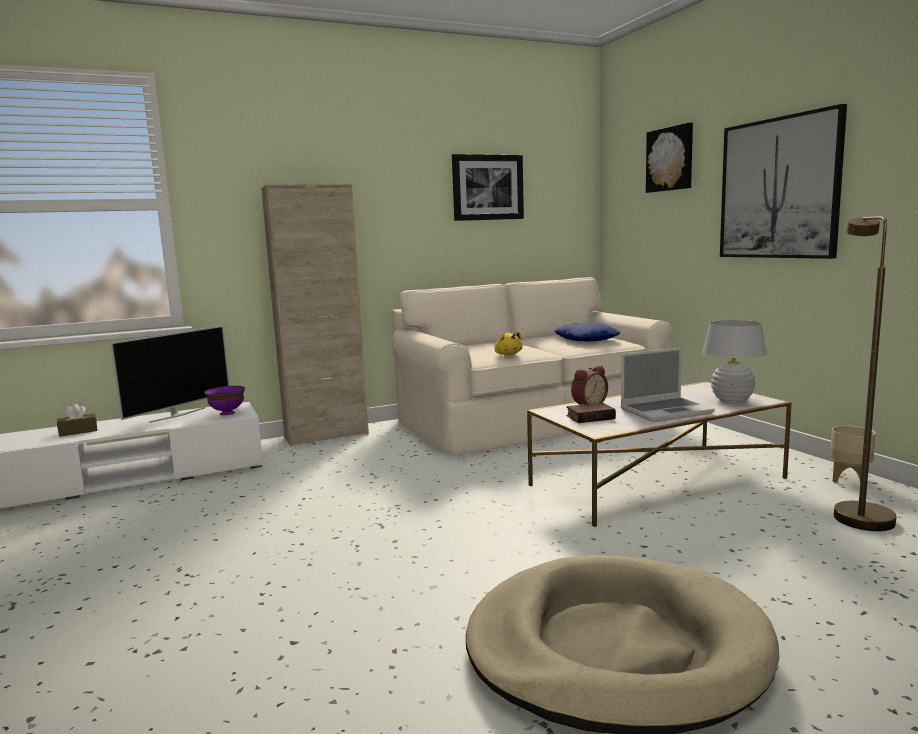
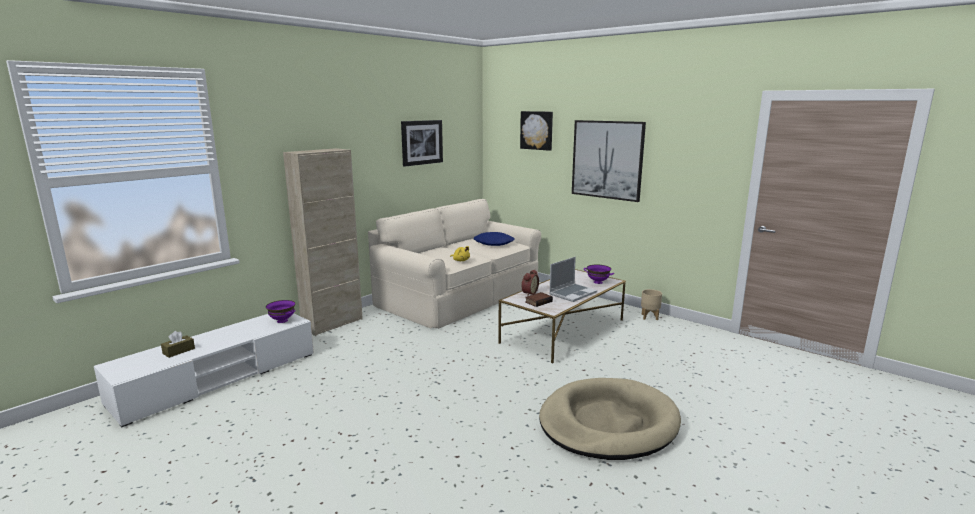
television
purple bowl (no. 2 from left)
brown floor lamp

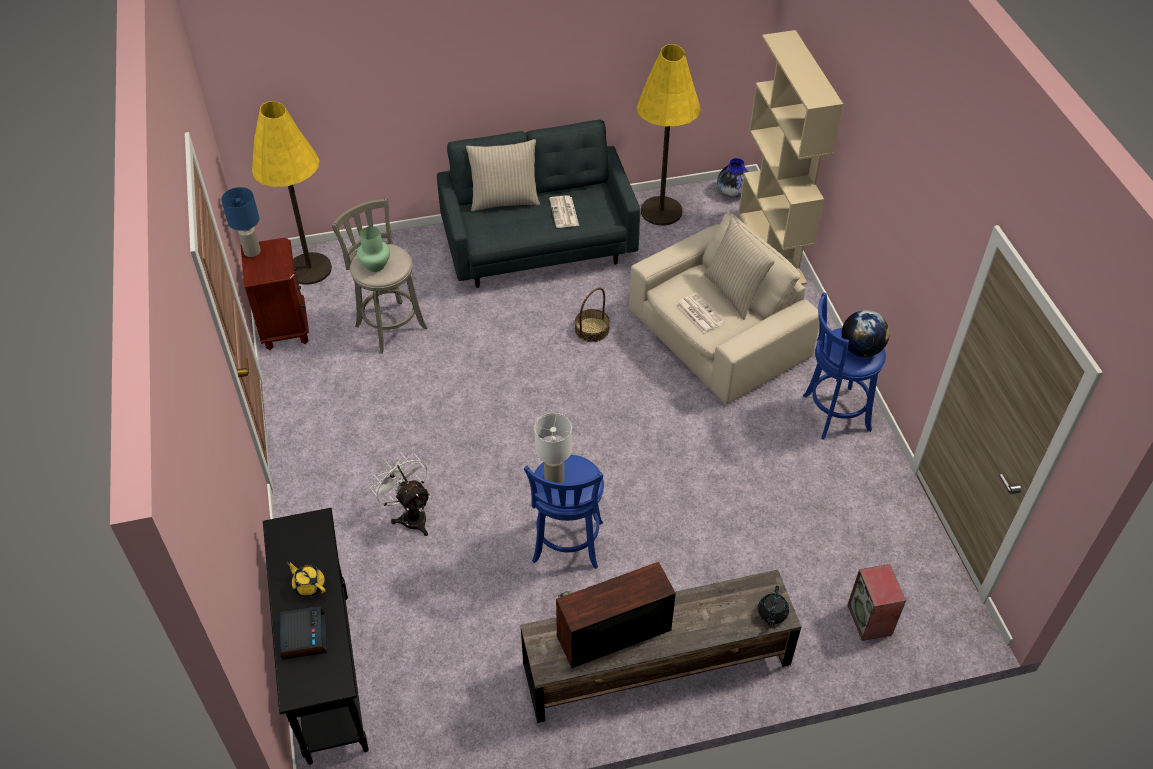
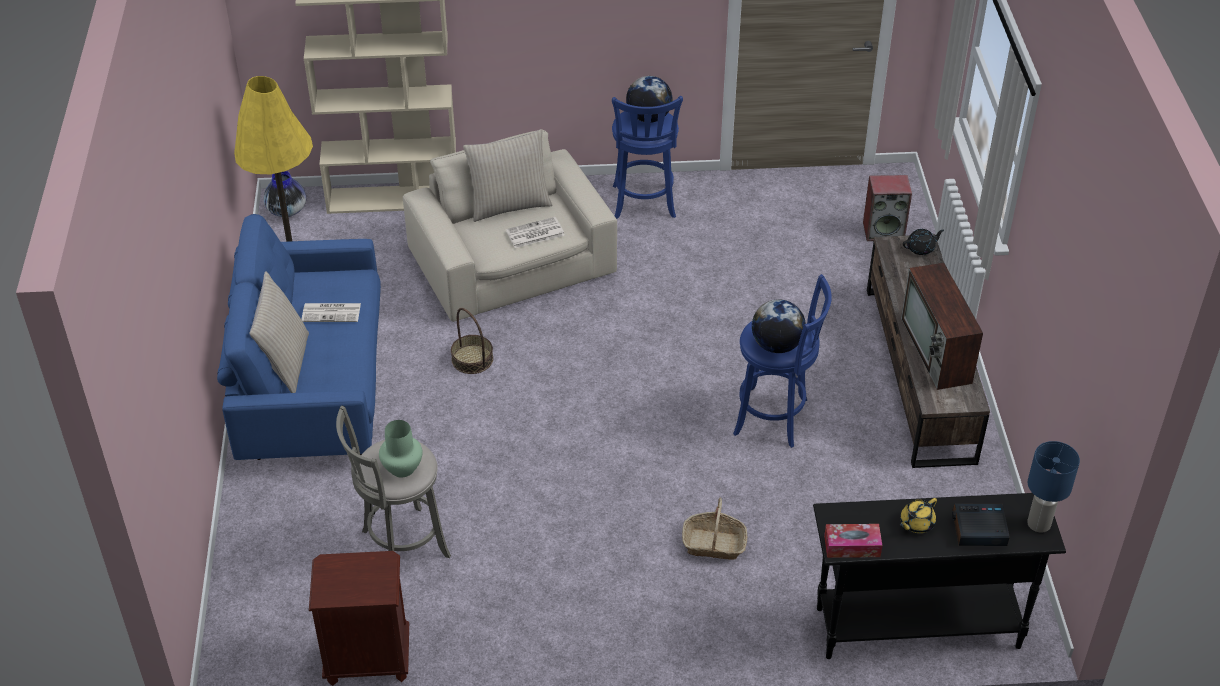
blue table lamp
yellow floor lamp (no. 1 from left in the first image)
basket (no. 2 from left)
blue sofa
globe (no. 2 from left)
black teapot
tissue box

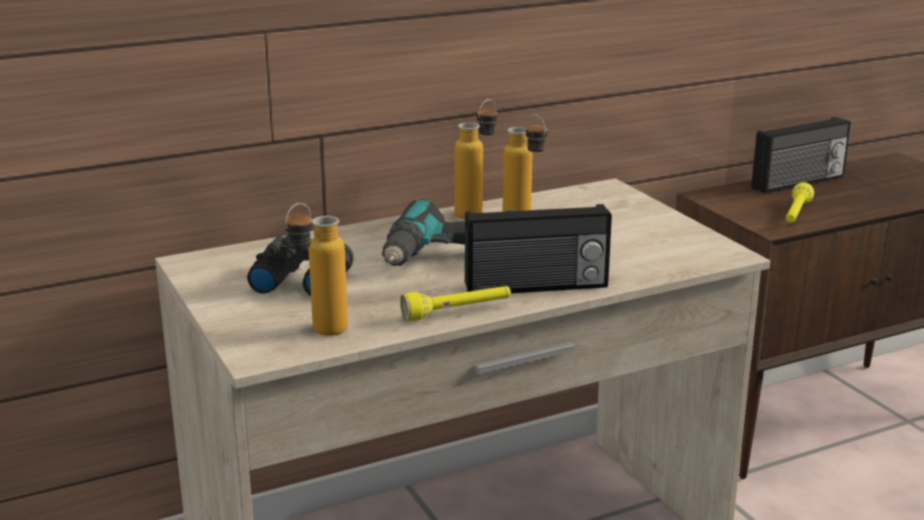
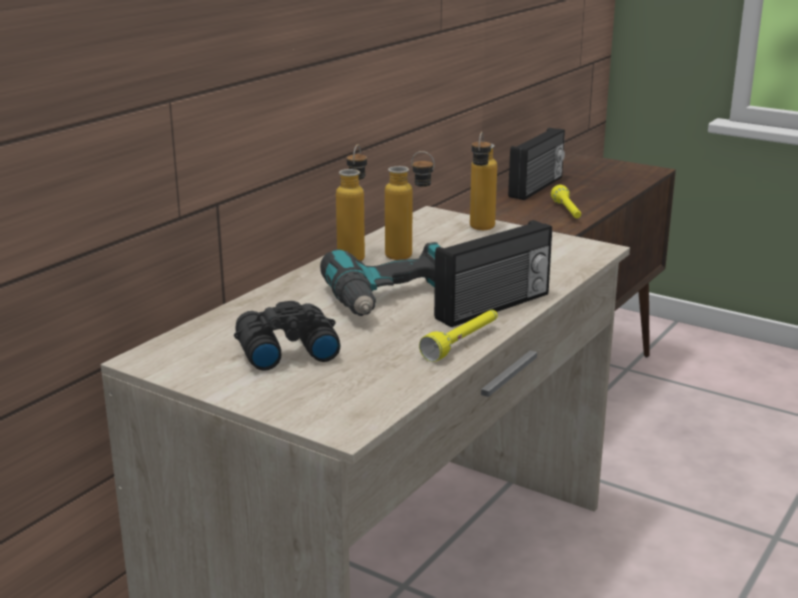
bottle (no. 3 from left)

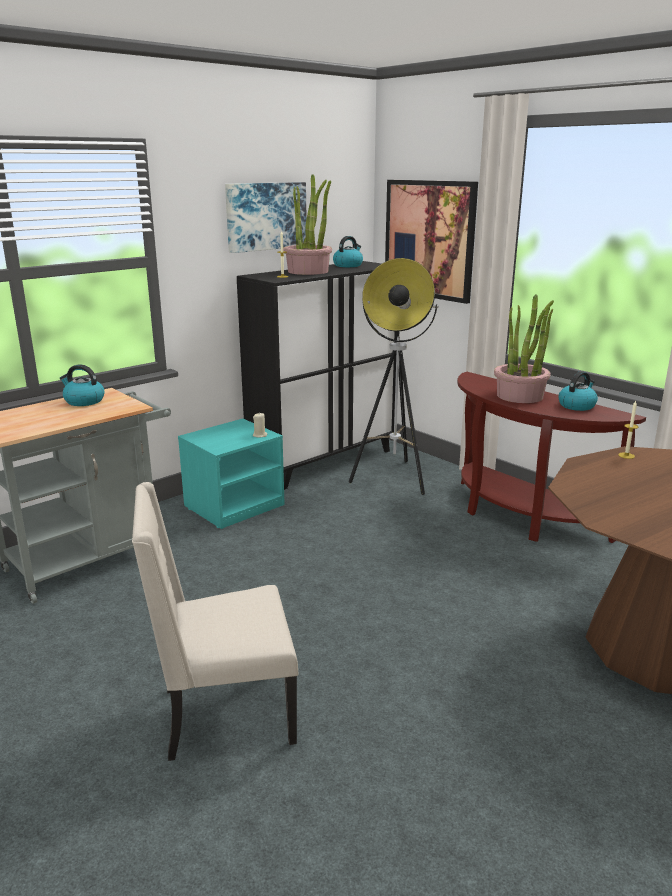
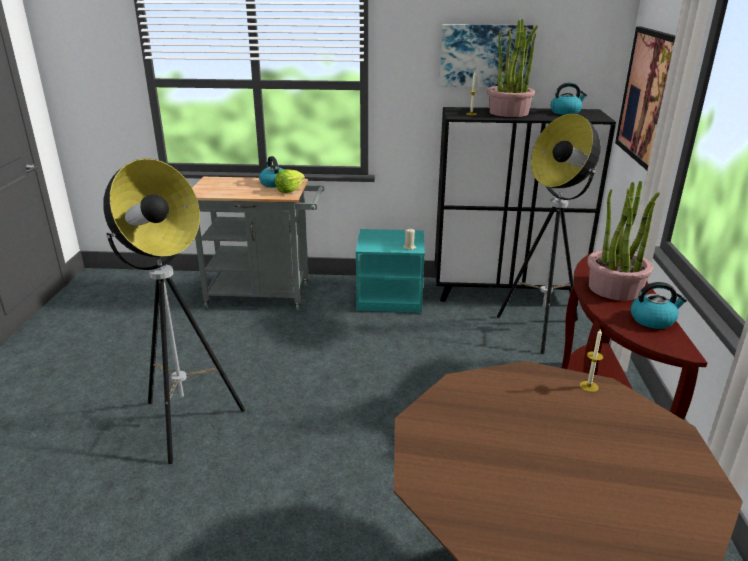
floor lamp (no. 1 from left)
lettuce

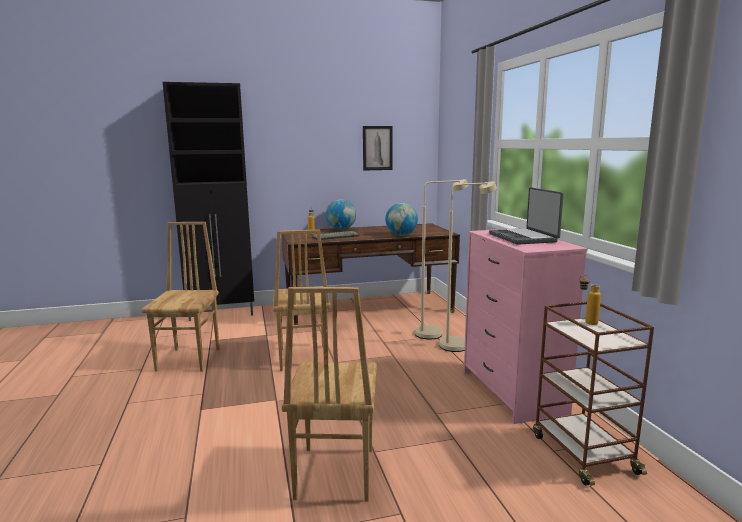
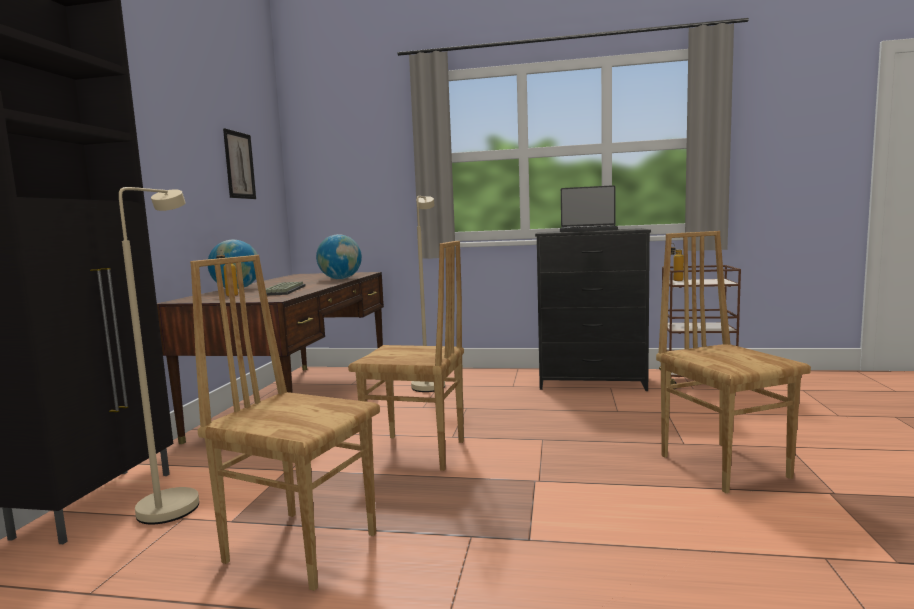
brown chair (no. 3 from left)
beige floor lamp (no. 1 from left)
black dresser

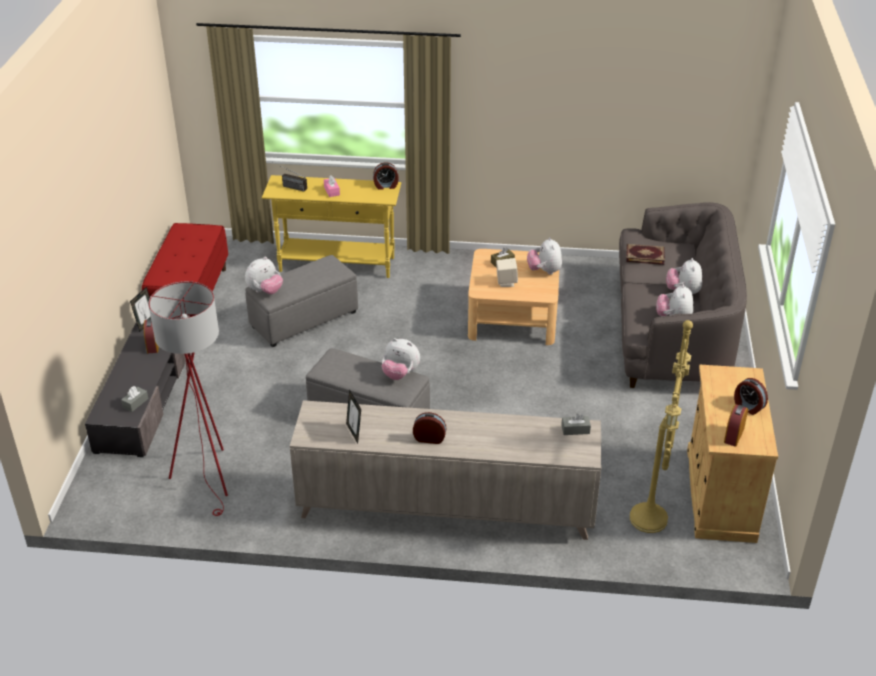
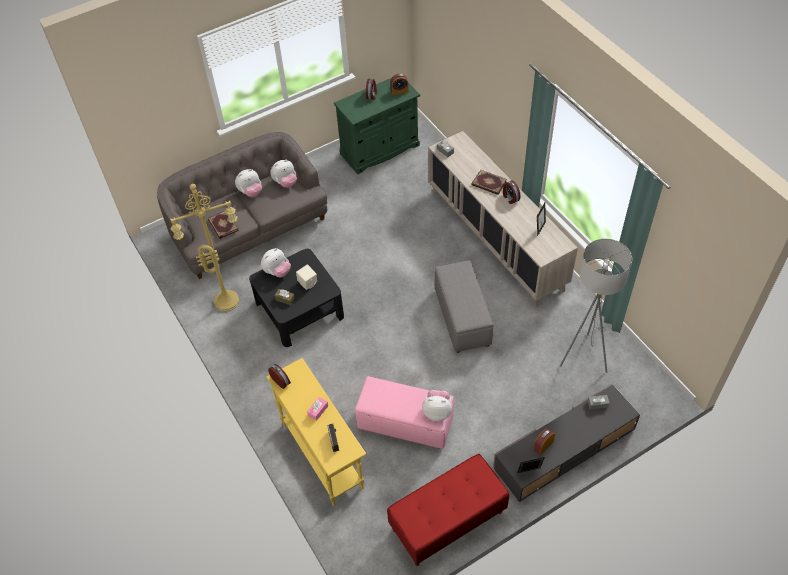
grey floor lamp
pink ottoman
plush toy (no. 2 from left in the first image)
black coffee table
yellow floor lamp
green cabinet
book (no. 2 from left)

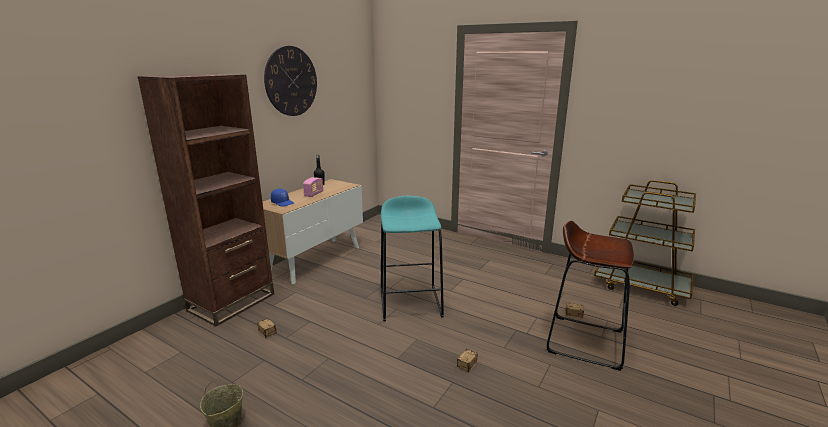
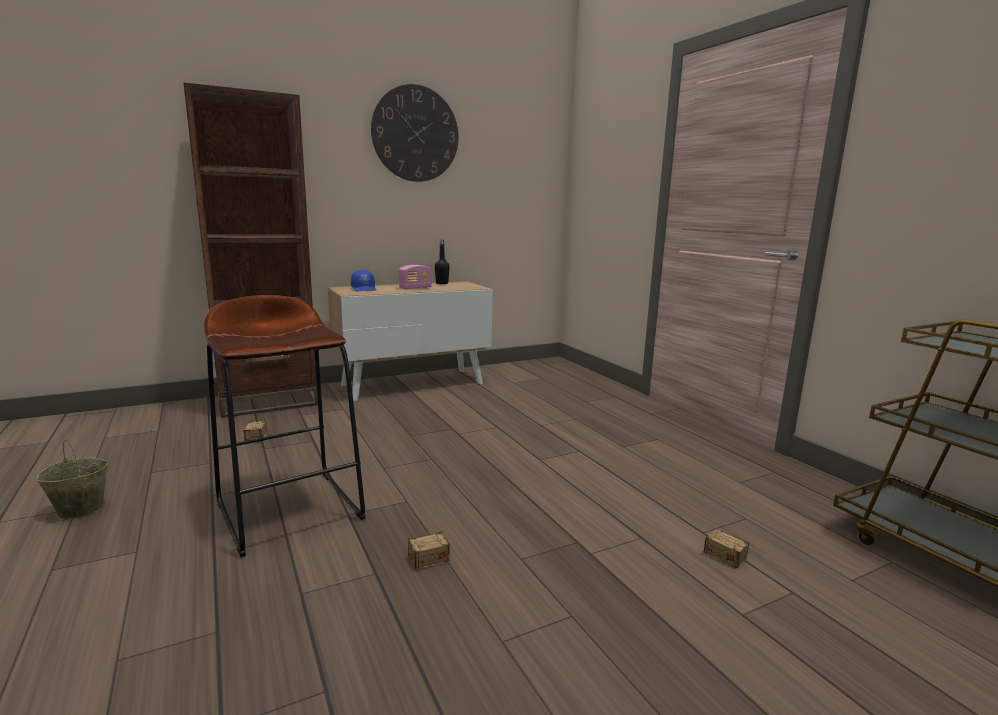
turquoise stool
brown stool

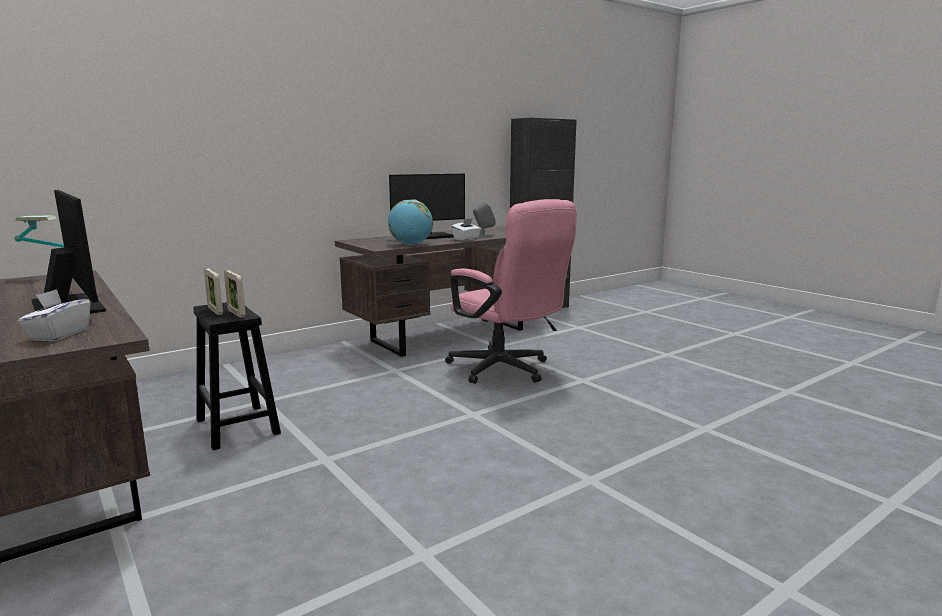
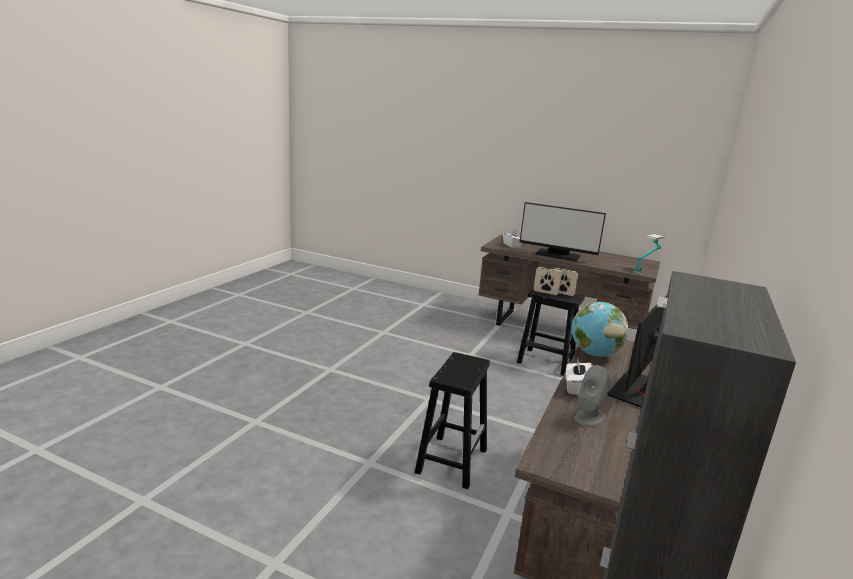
black stool (no. 1 from left)

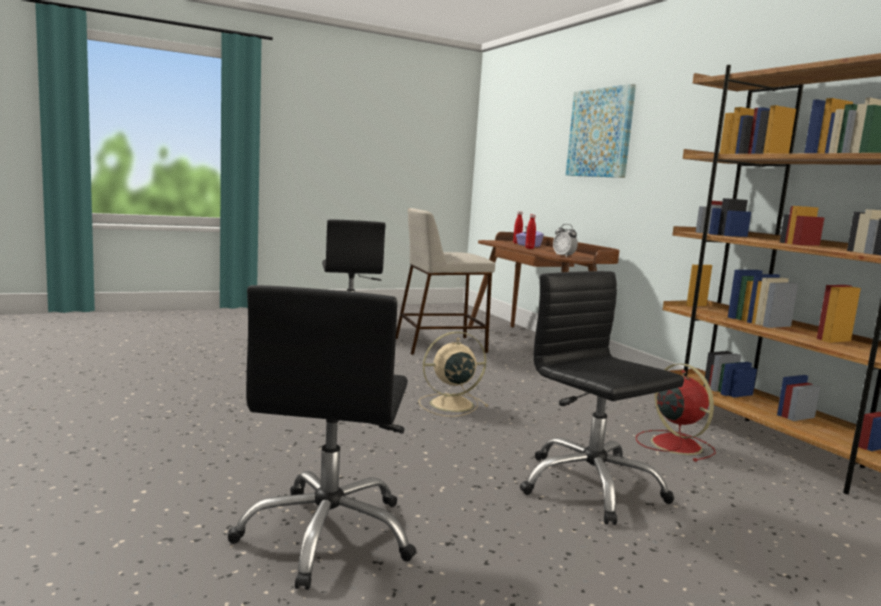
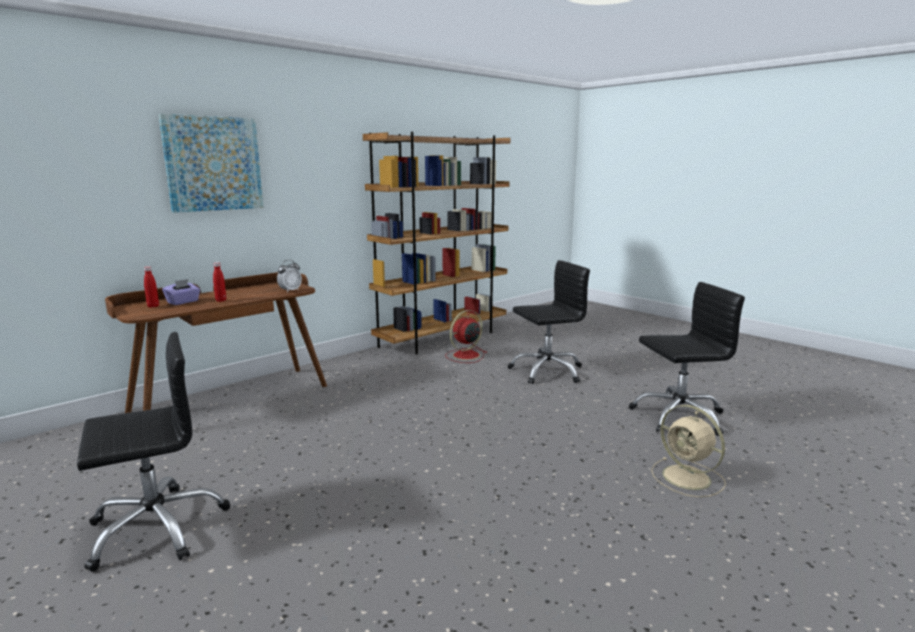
beige stool
beige fan
black office chair (no. 2 from left)

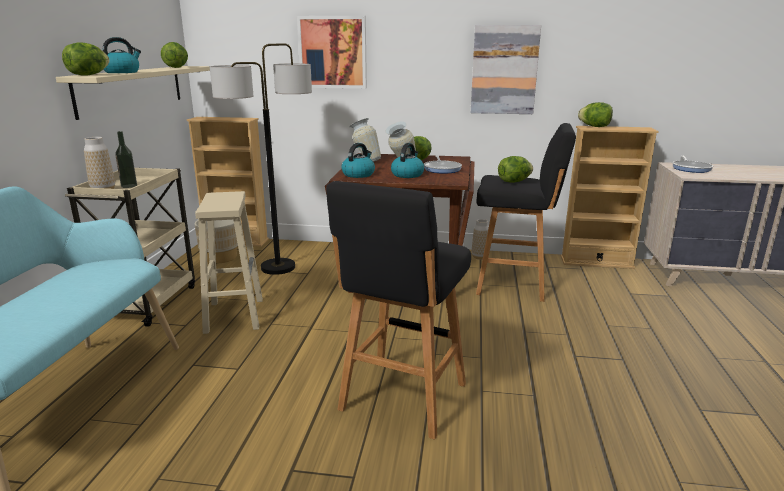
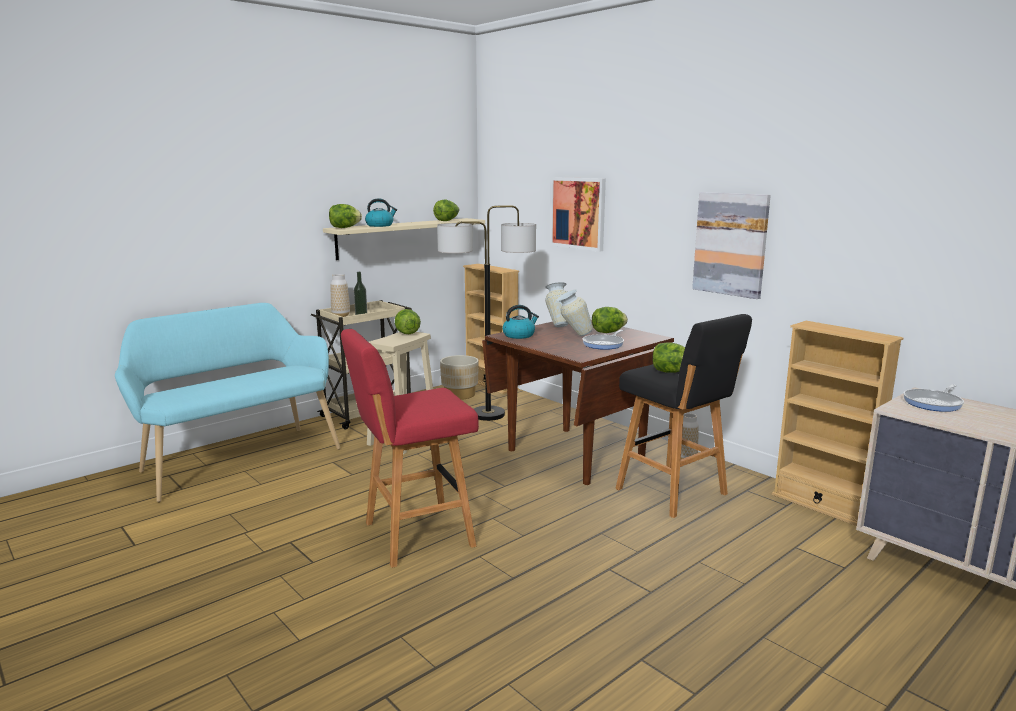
red stool
kettle (no. 3 from left in the first image)
lettuce (no. 2 from left)

